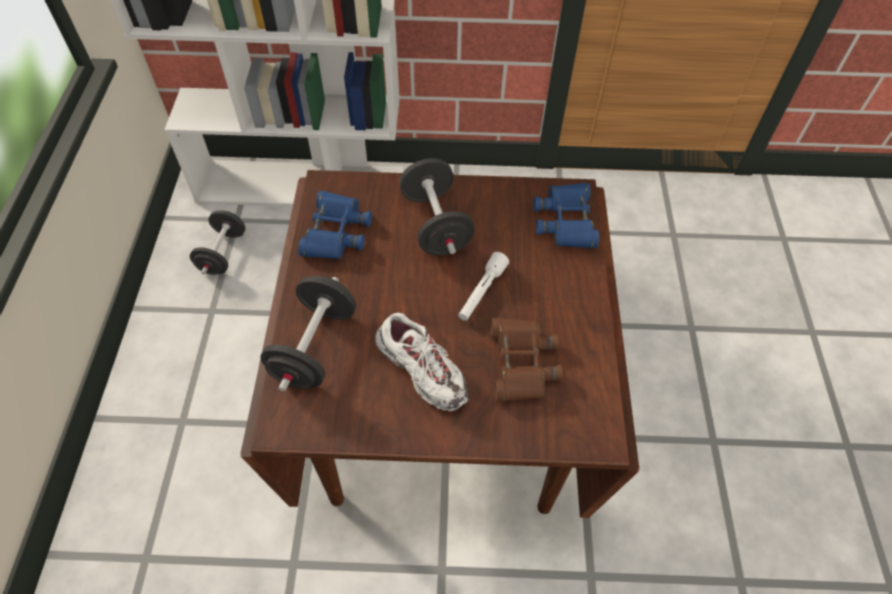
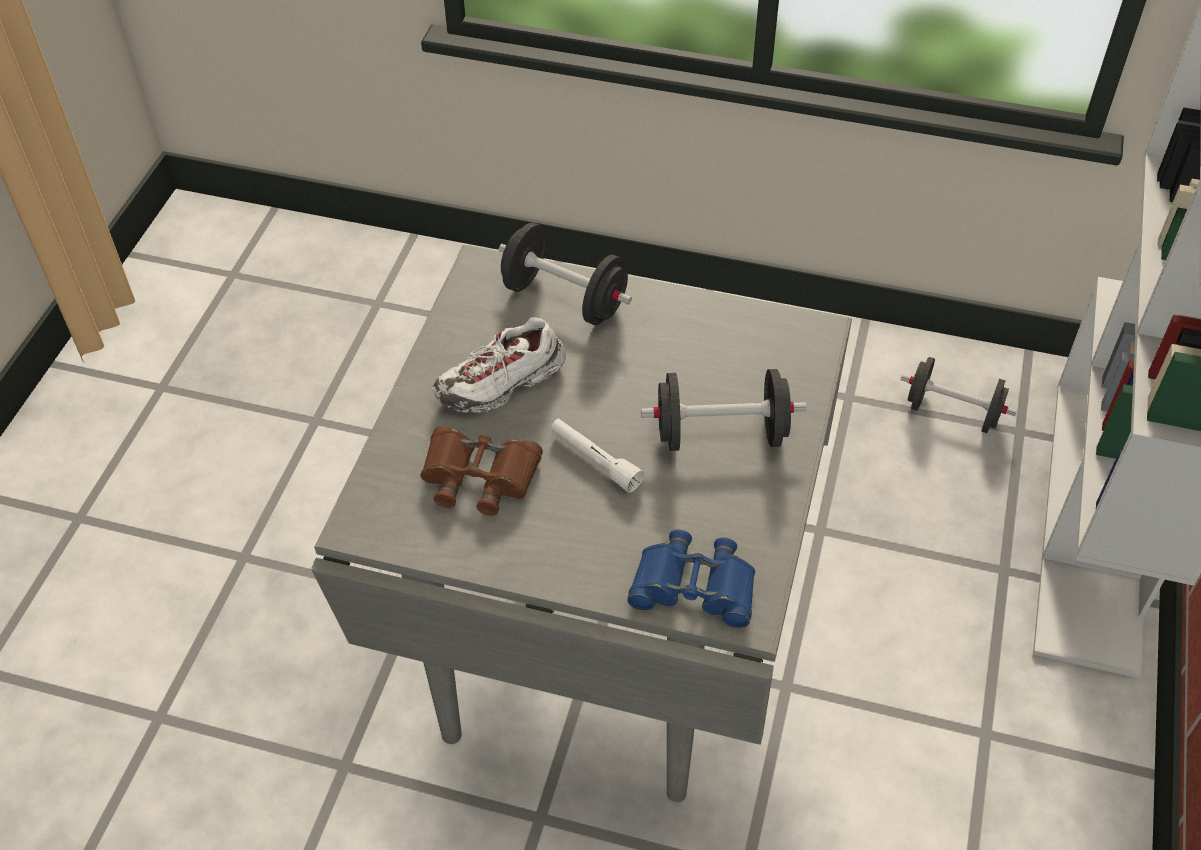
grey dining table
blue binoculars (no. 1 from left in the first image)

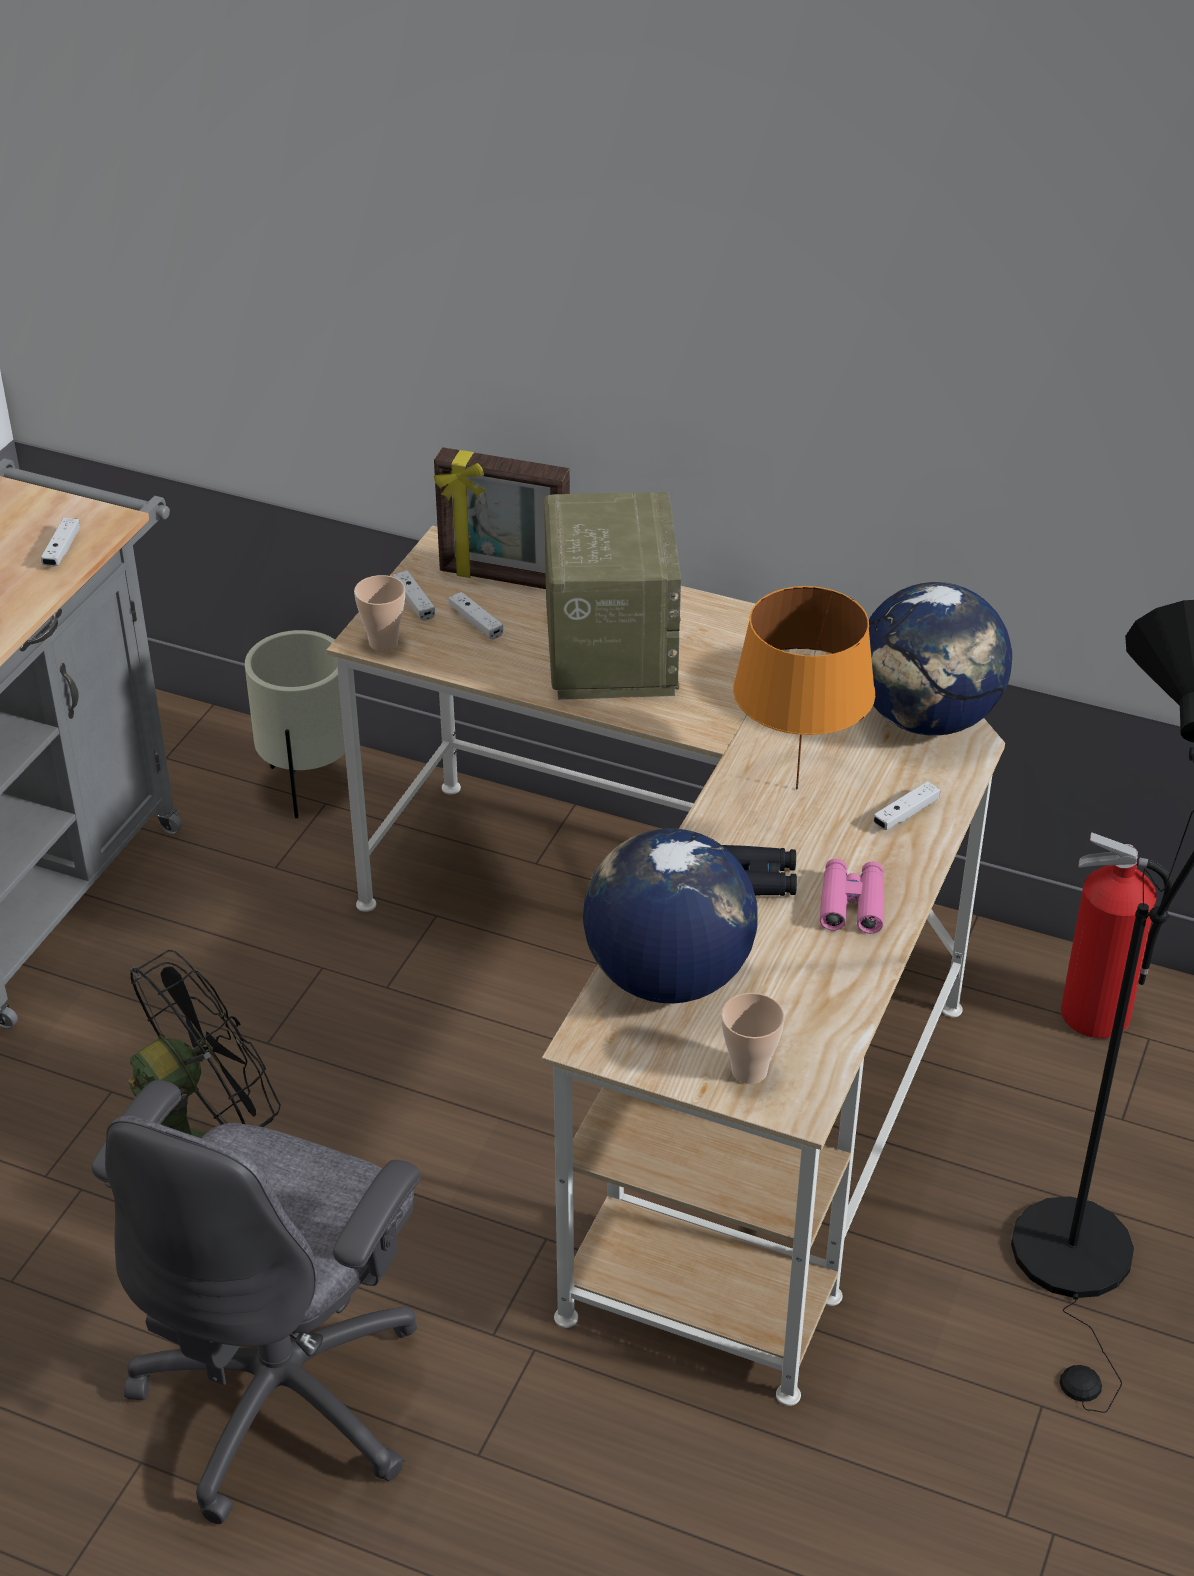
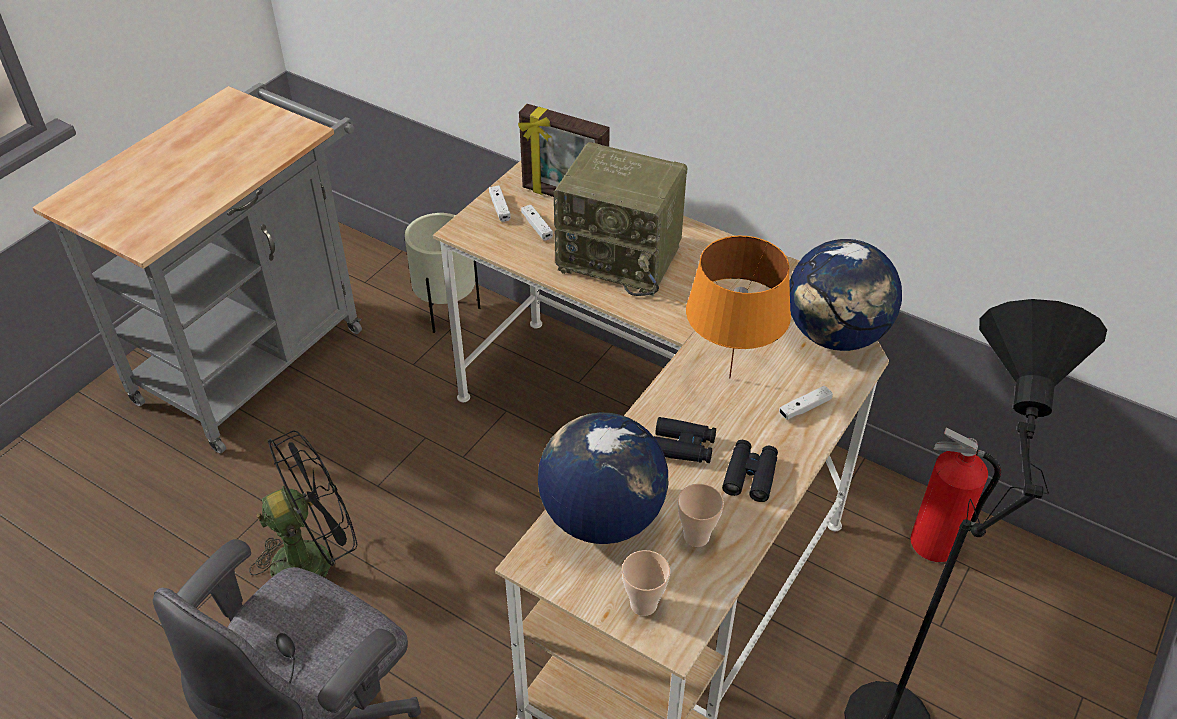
white game controller (no. 1 from left in the first image)
cup (no. 2 from left)
radio
black binoculars (no. 2 from left)

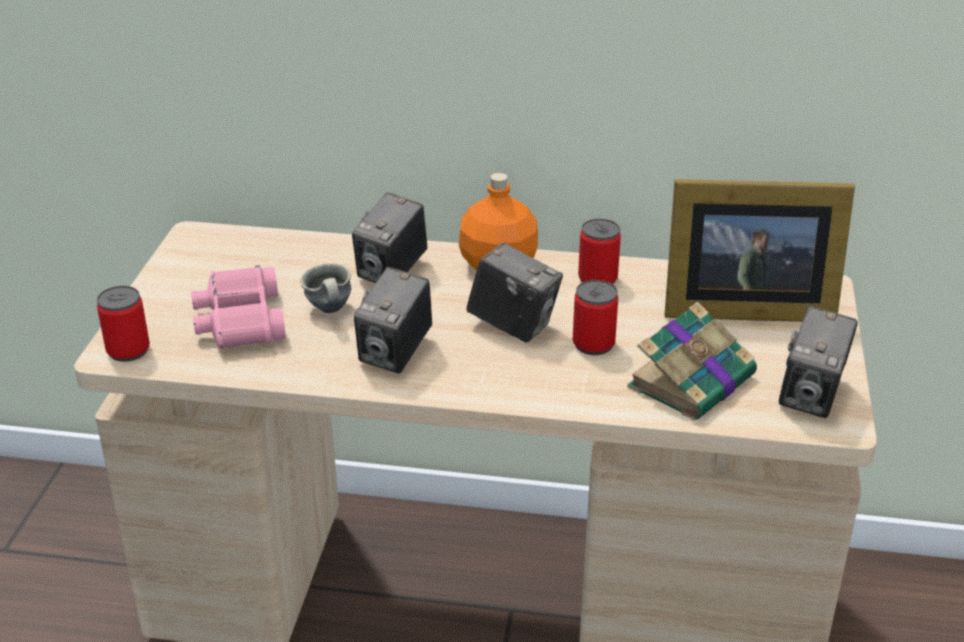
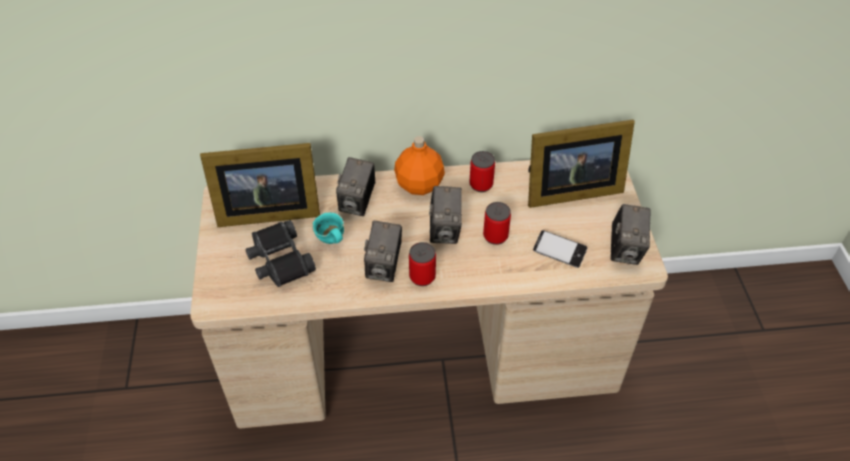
can (no. 1 from left)
black binoculars
turquoise mug
photo camera (no. 3 from left)
phone
picture frame (no. 1 from left)

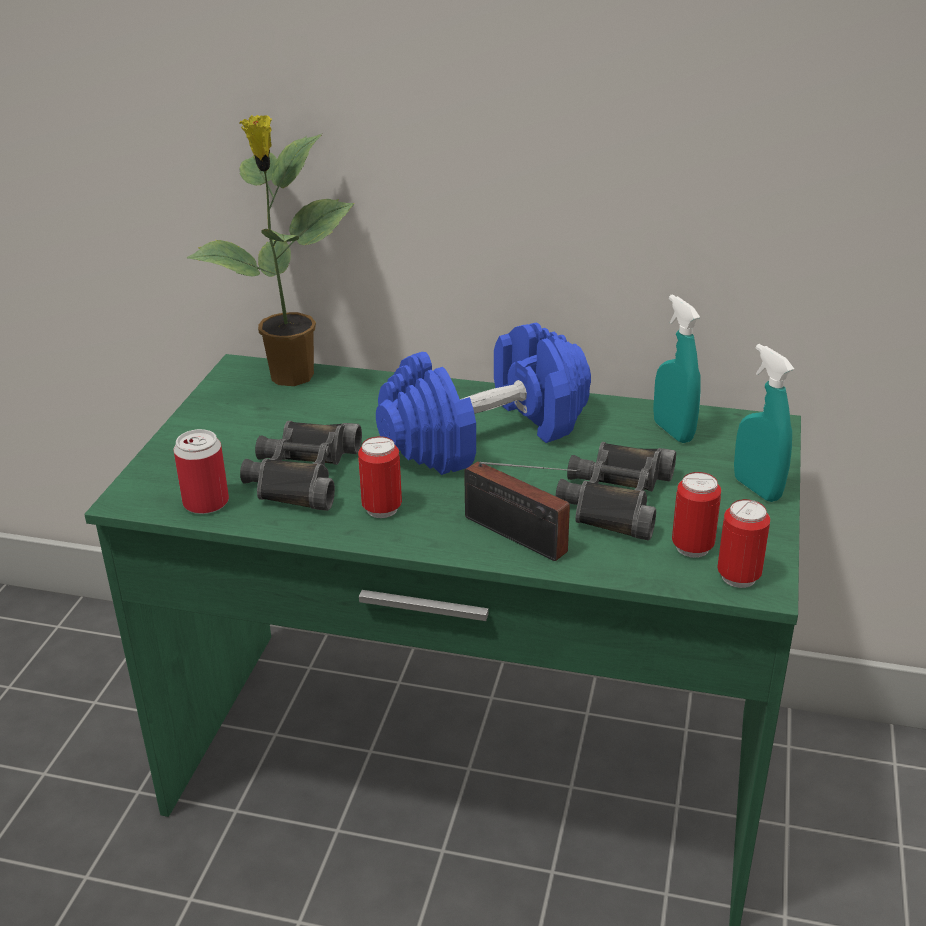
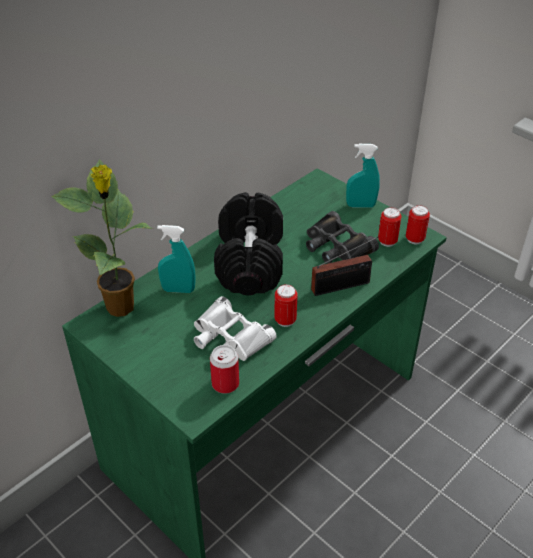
white binoculars
black dumbbell
turquoise spray bottle (no. 1 from left)

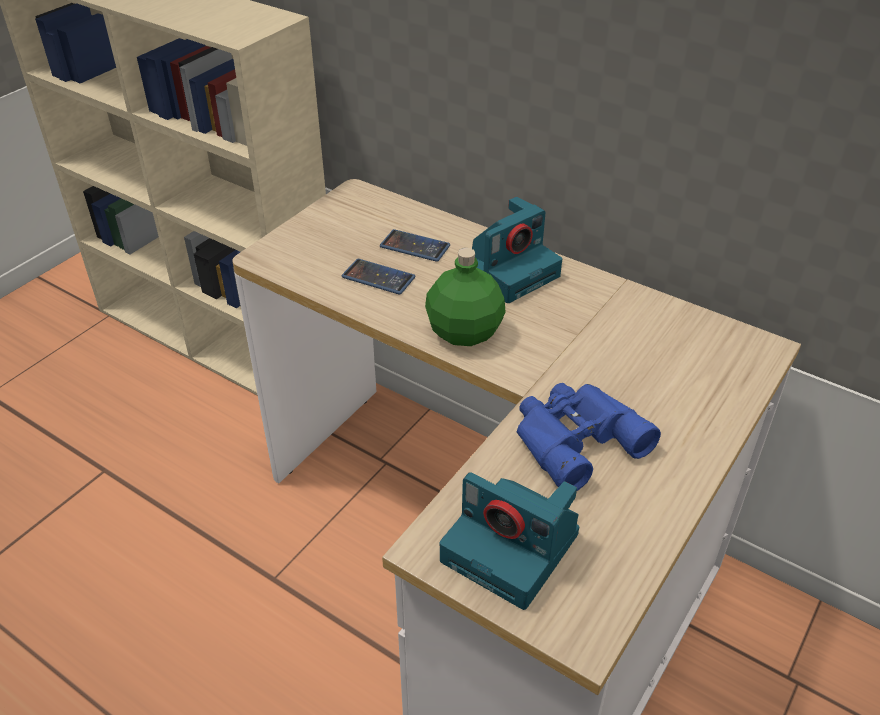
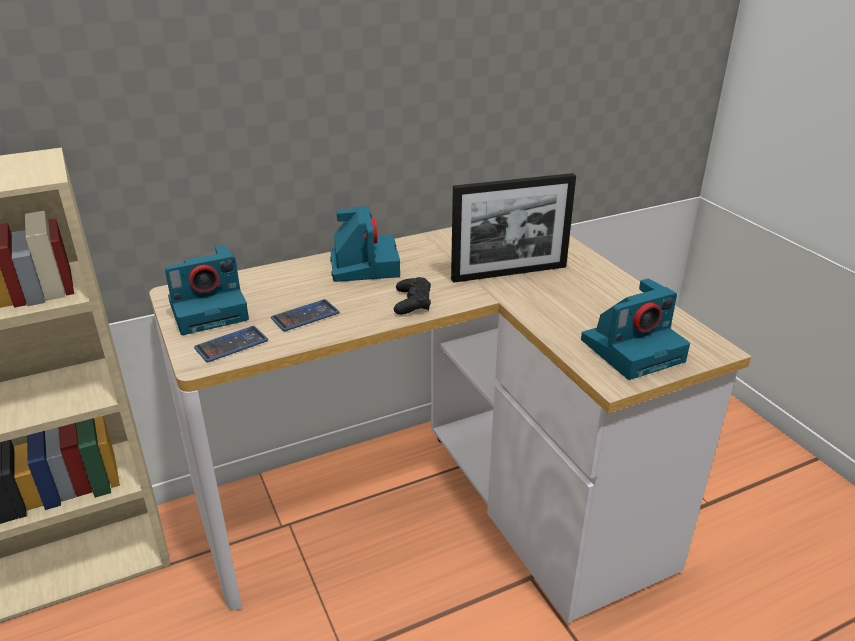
phone (no. 1 from left)
black game controller
blue binoculars
photo camera (no. 1 from left)
picture frame

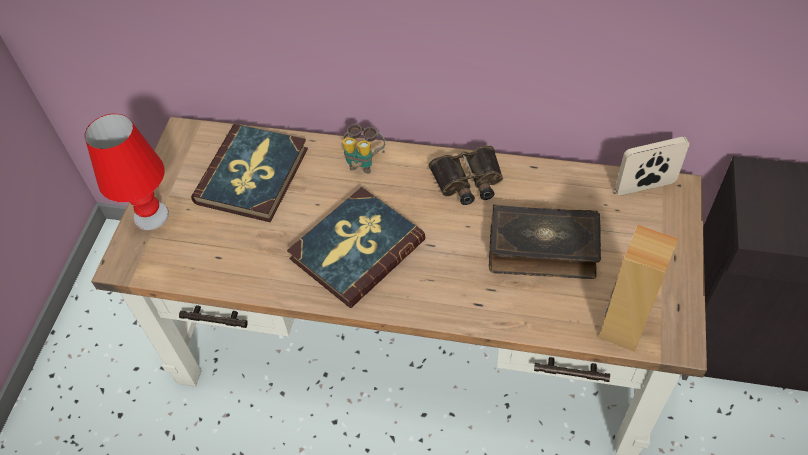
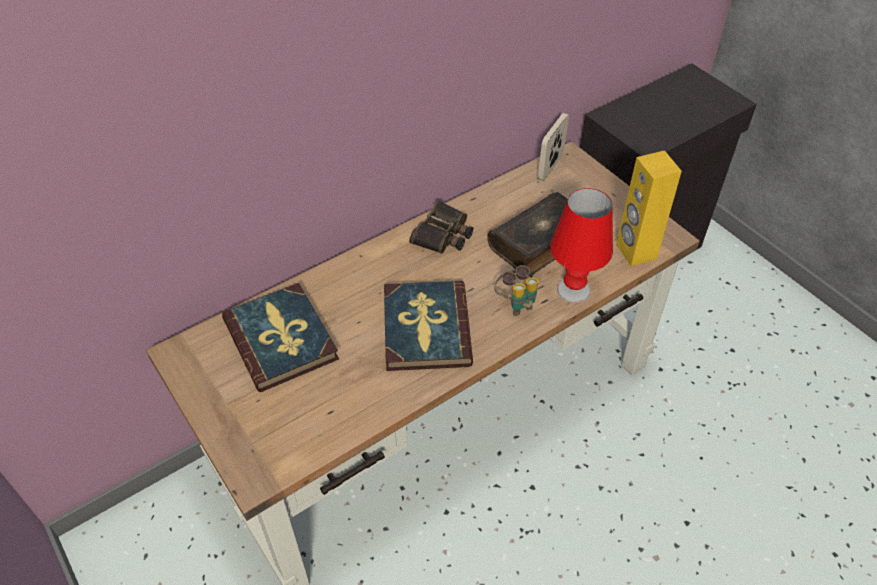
red table lamp
binoculars (no. 2 from left)
yellow speaker

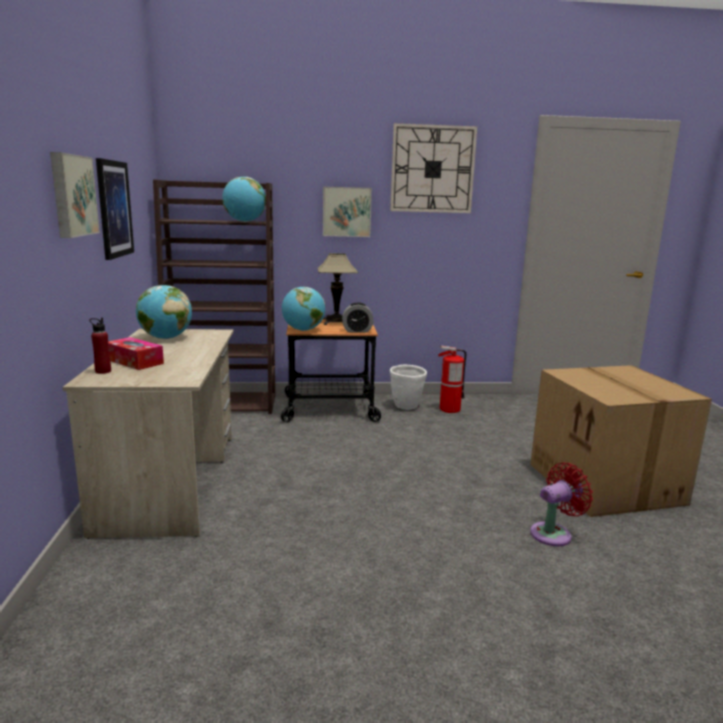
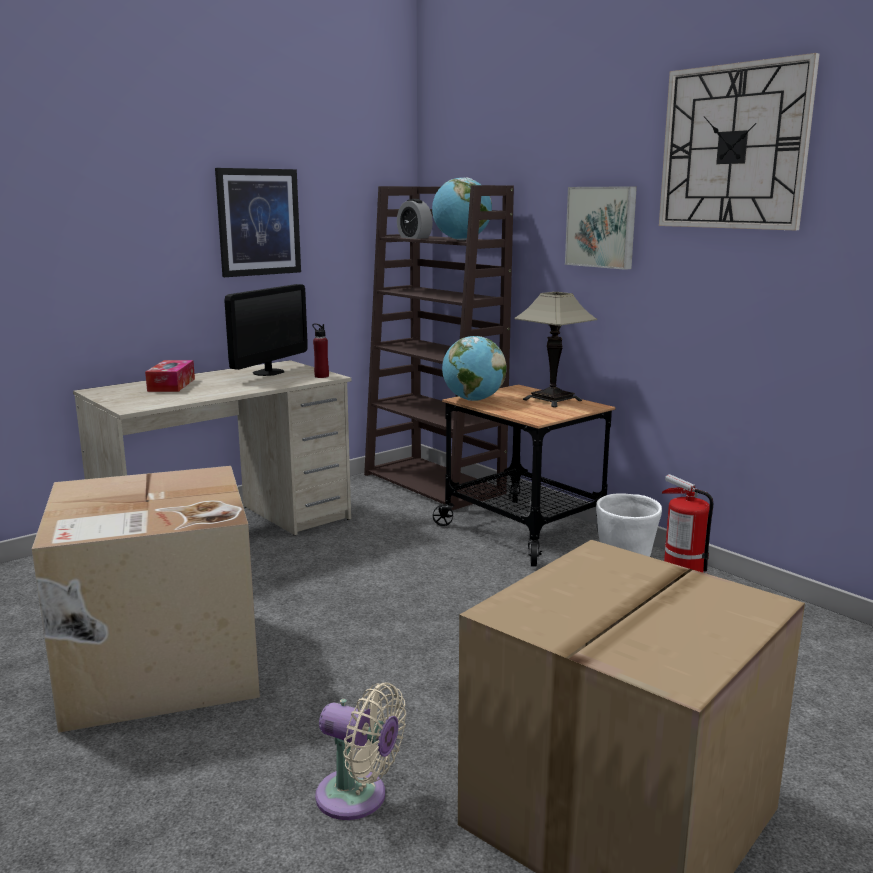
picture (no. 1 from left in the first image)
red bottle
monitor
alarm clock
beige fan
cardboard box (no. 1 from left)

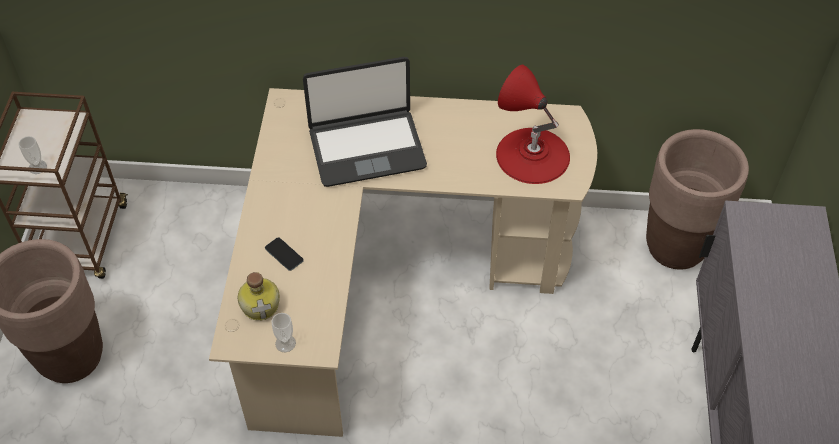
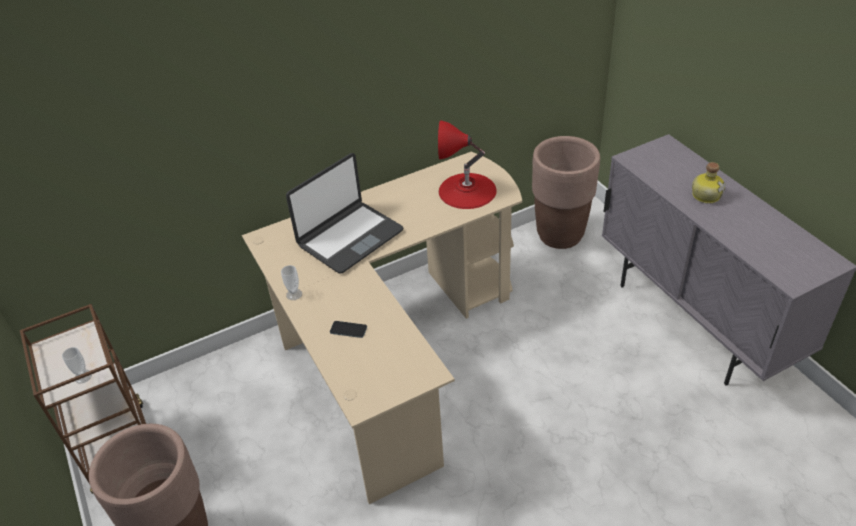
bottle
cup (no. 2 from left)

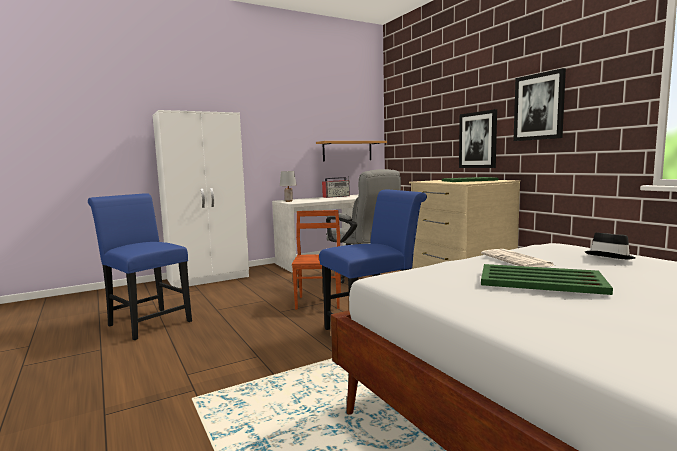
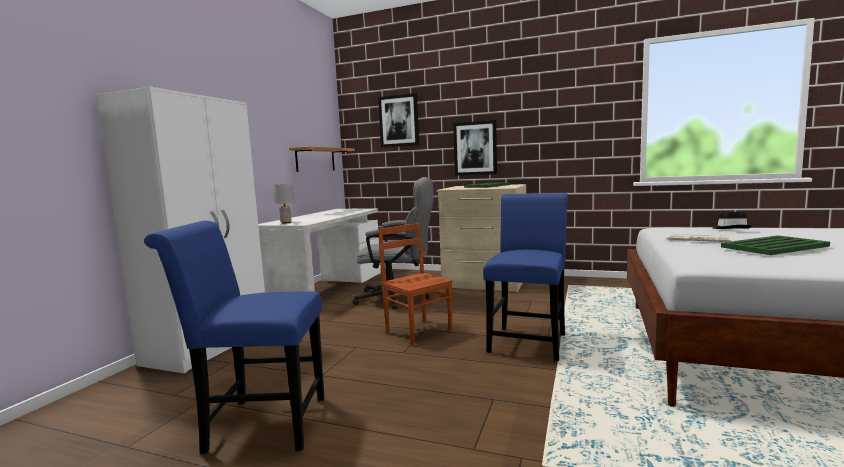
radio
picture (no. 1 from left)

